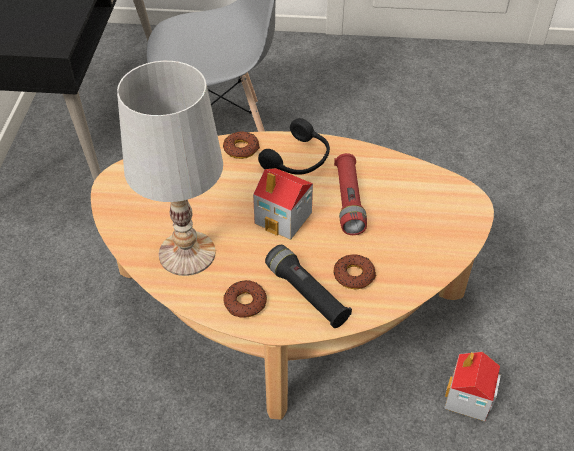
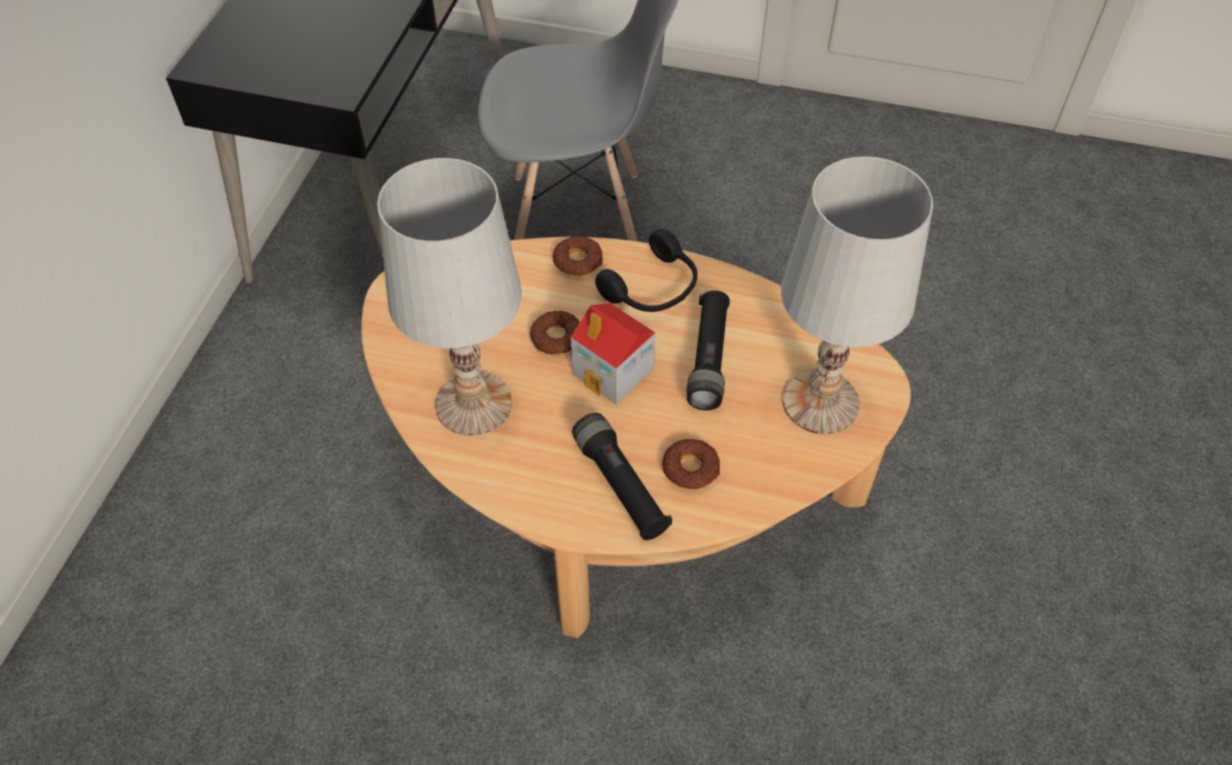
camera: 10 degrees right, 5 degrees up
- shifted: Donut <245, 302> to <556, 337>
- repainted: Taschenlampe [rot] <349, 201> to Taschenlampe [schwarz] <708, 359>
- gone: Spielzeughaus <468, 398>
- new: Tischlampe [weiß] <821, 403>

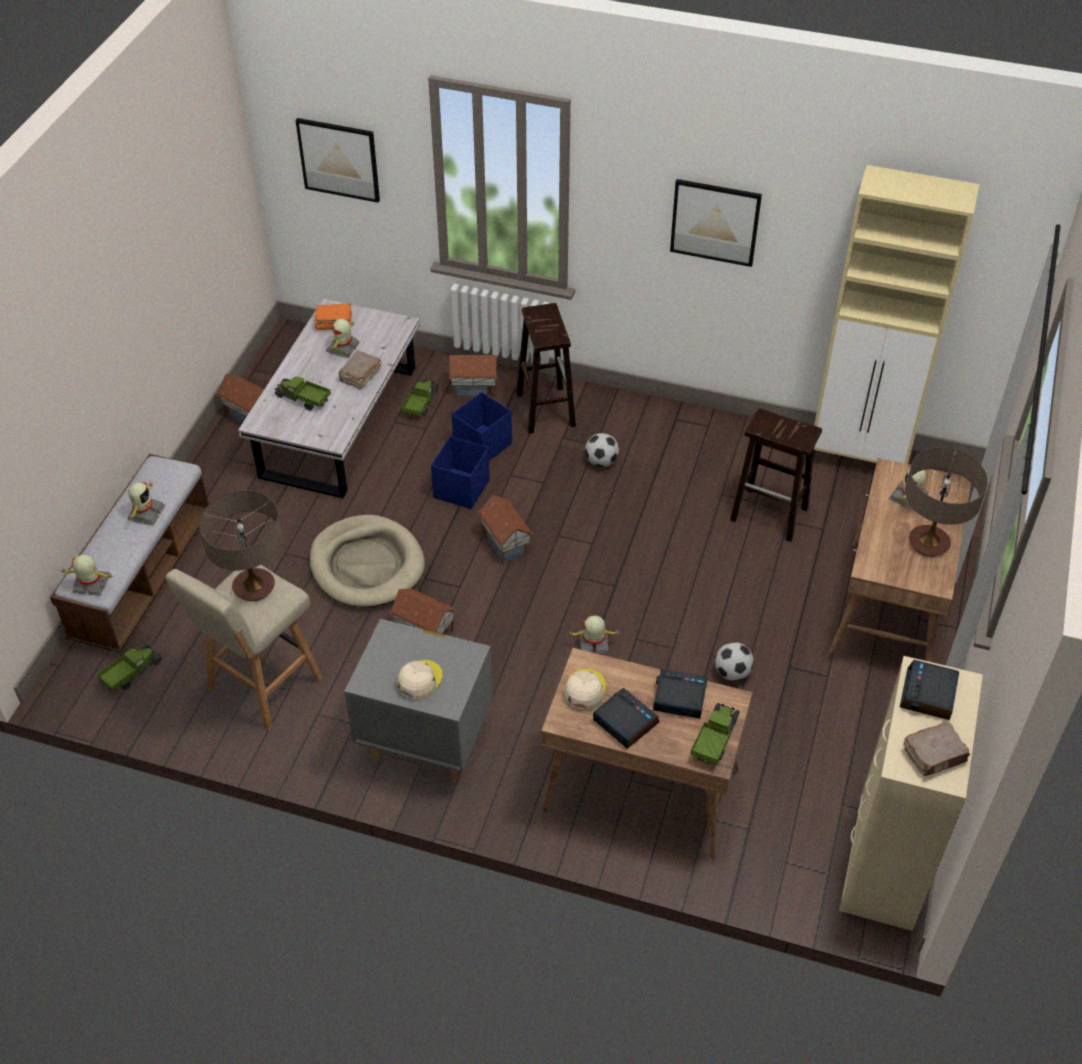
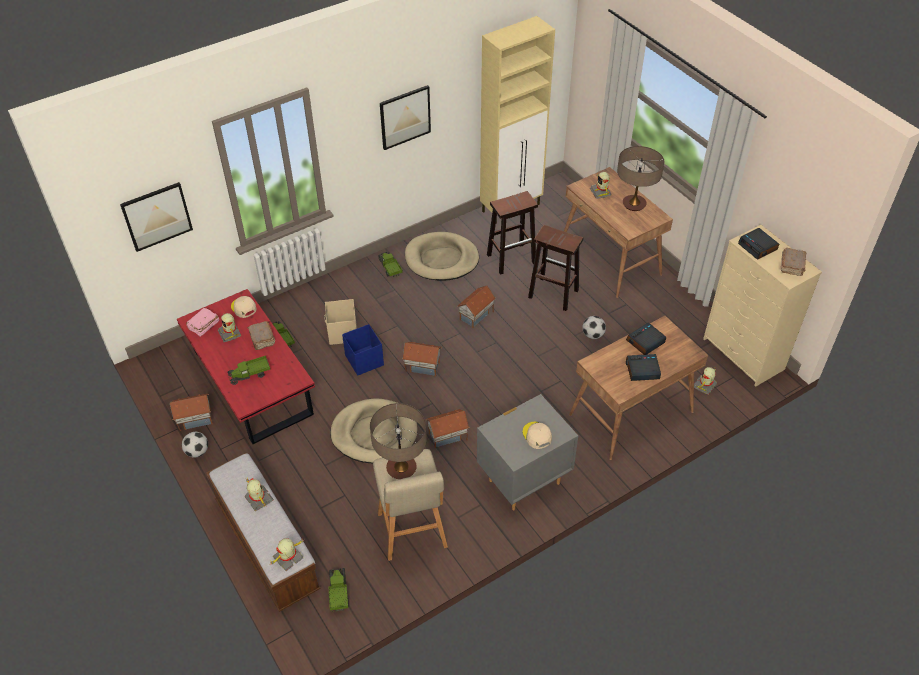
camera: 50 degrees left, 0 degrees up
- repainted: Couchtisch [weiß] <338, 423> to Couchtisch [rot] <252, 382>
- repainted: Buch [orange] <333, 323> to Buch [rosa] <203, 326>
- shifted: Spielzeughaus <474, 388> to <477, 316>
- repainted: Aufbewahrungsbox [blau] <482, 445> to Aufbewahrungsbox [beige] <342, 333>
- shifted: Hocker [braun] <545, 409> to <552, 294>
- shifted: Kappe [beige] <584, 691> to <243, 308>
- shifted: Spielzeugroboter <593, 643> to <704, 386>
- shifted: Fußball <601, 462> to <197, 452>
- shifted: Spielzeuglaster <714, 740> to <390, 268>
- new: Hundebett [beige] <441, 259>

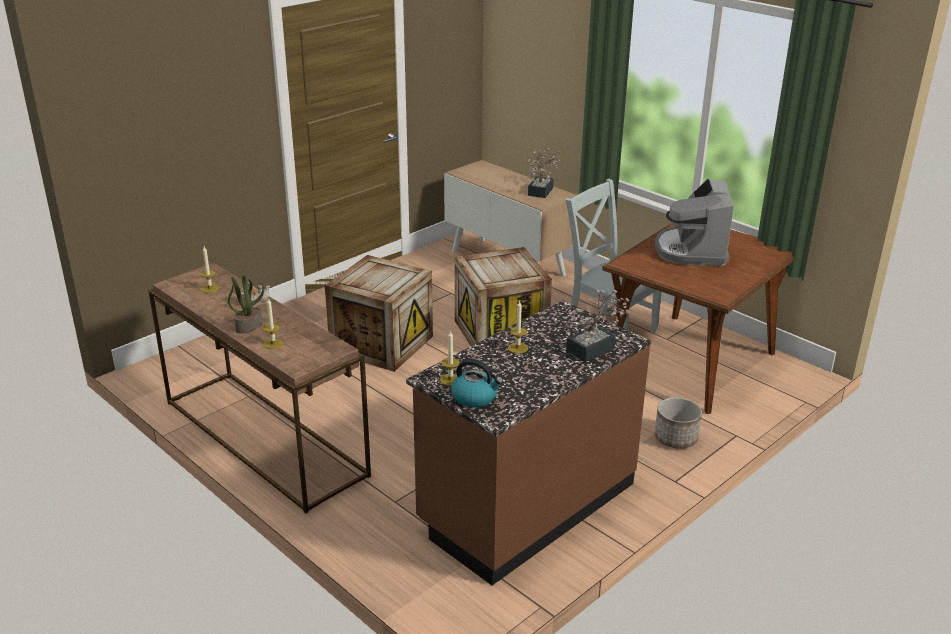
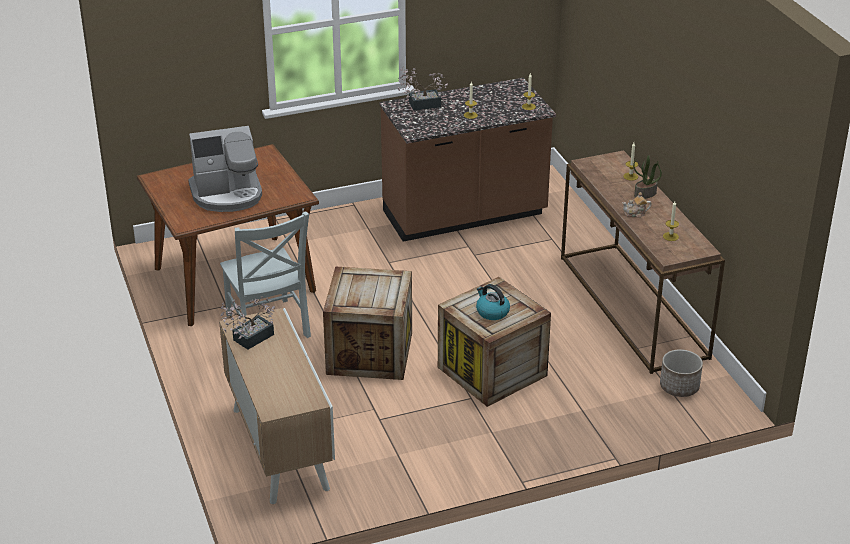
camera: 155 degrees left, 5 degrees up
- shifted: Wasserkessel <475, 397> to <492, 312>
- rotated: Kaffeemaschine <691, 251> = <227, 194> 45 degrees clockwise
- shifted: Pflanzkübel <675, 438> to <679, 387>

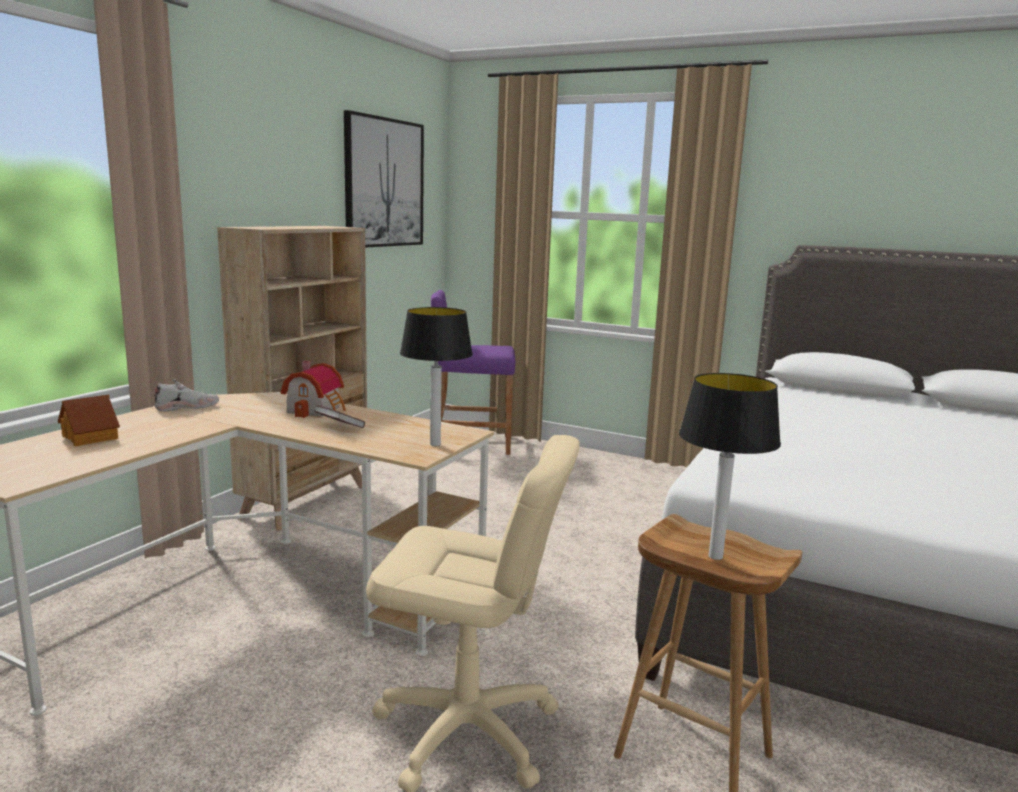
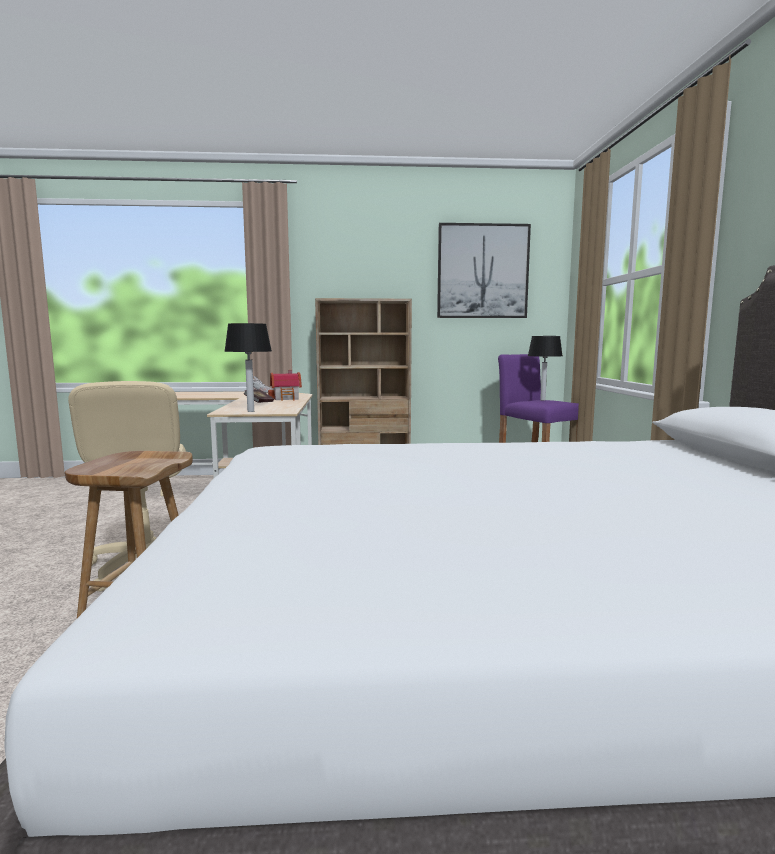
camera: 60 degrees right, 5 degrees down
- gone: Spielzeughaus <91, 437>
- shifted: Tischlampe <714, 556> to <542, 400>

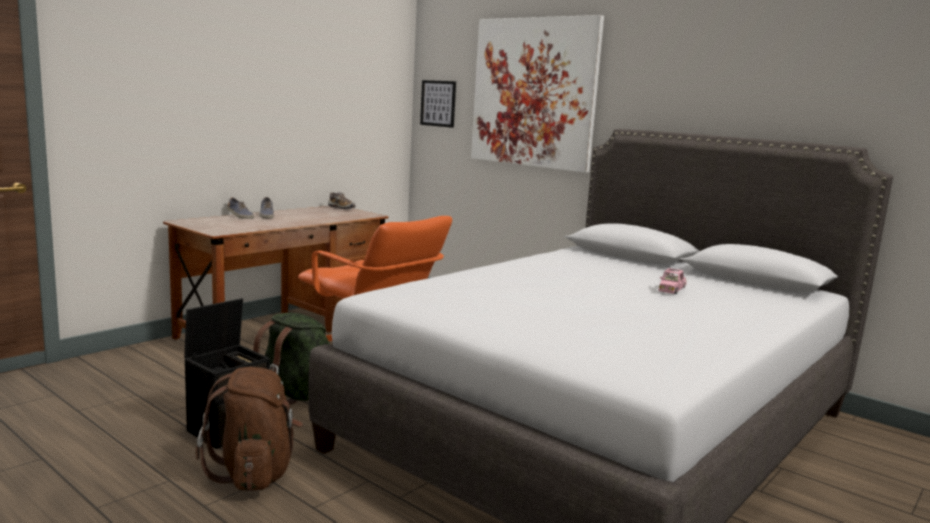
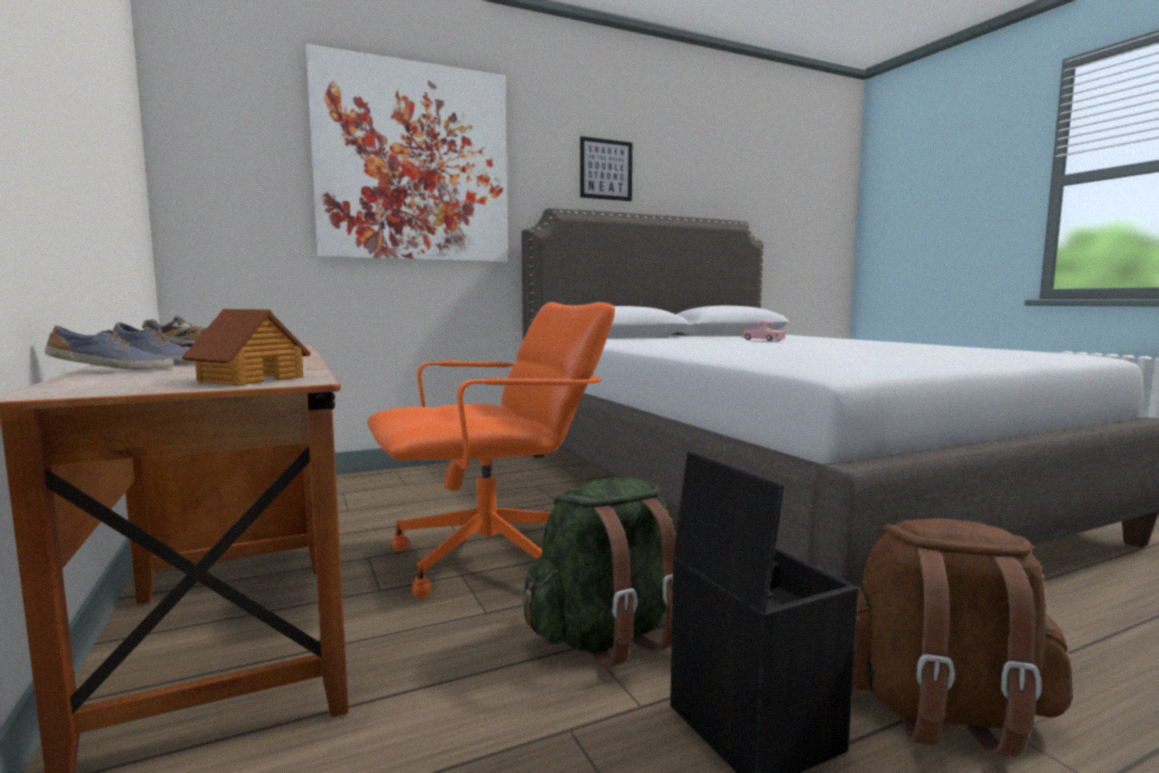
camera: 65 degrees left, 5 degrees down
- shifted: Bild <438, 103> to <606, 169>
- new: Spielzeughaus <250, 379>

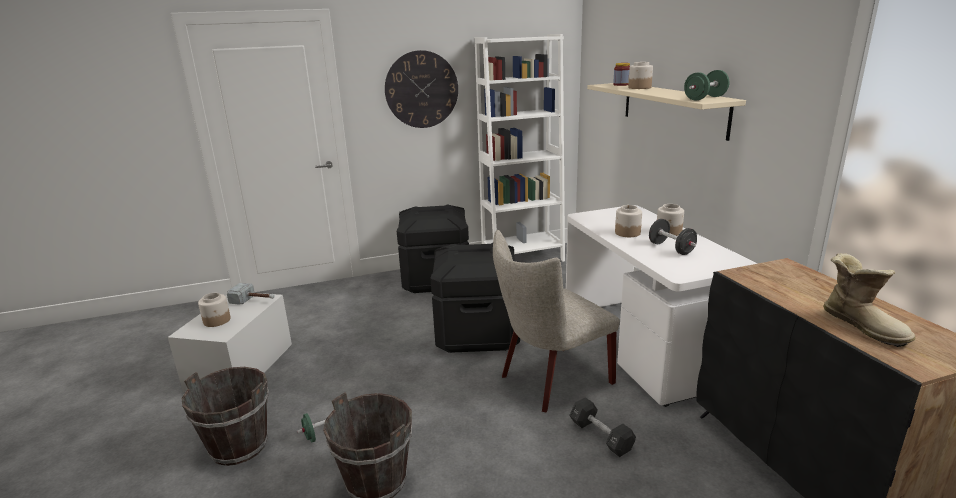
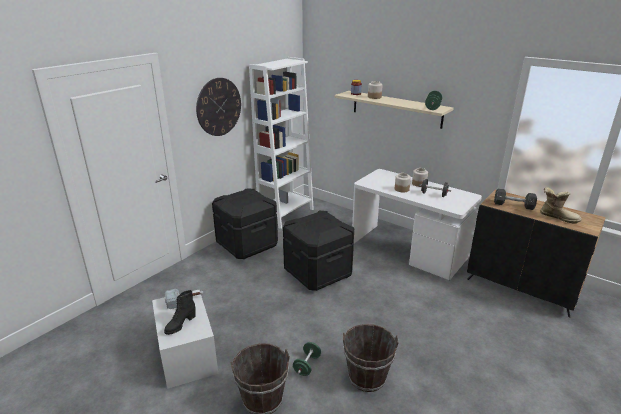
camera: 35 degrees left, 5 degrees up
- swapped: Vorratsglas <217, 321> to Stiefel [schwarz] <180, 324>
- gone: Stuhl [beige] <550, 381>
- shifted: Hantel [schwarz] <601, 436> to <513, 205>

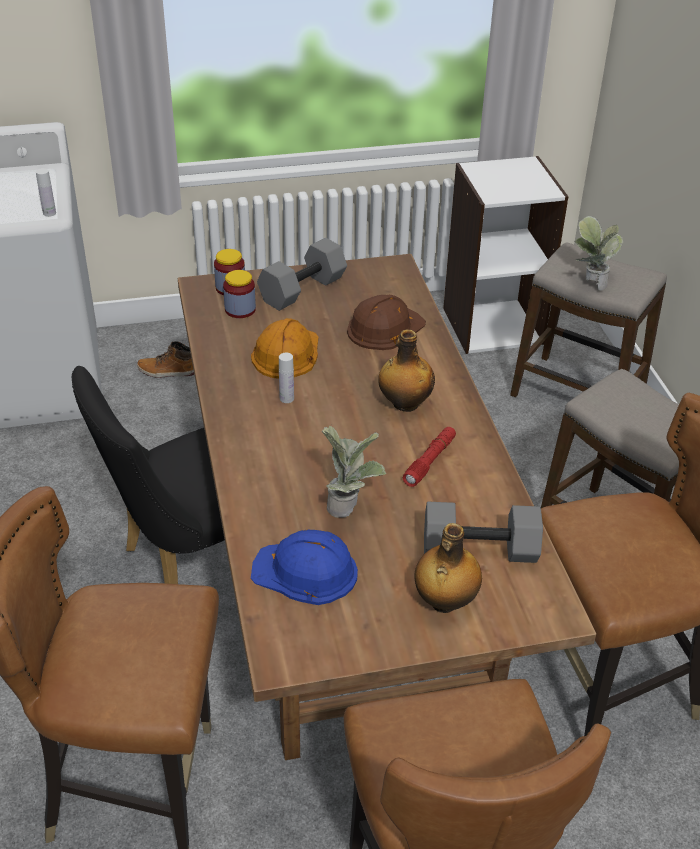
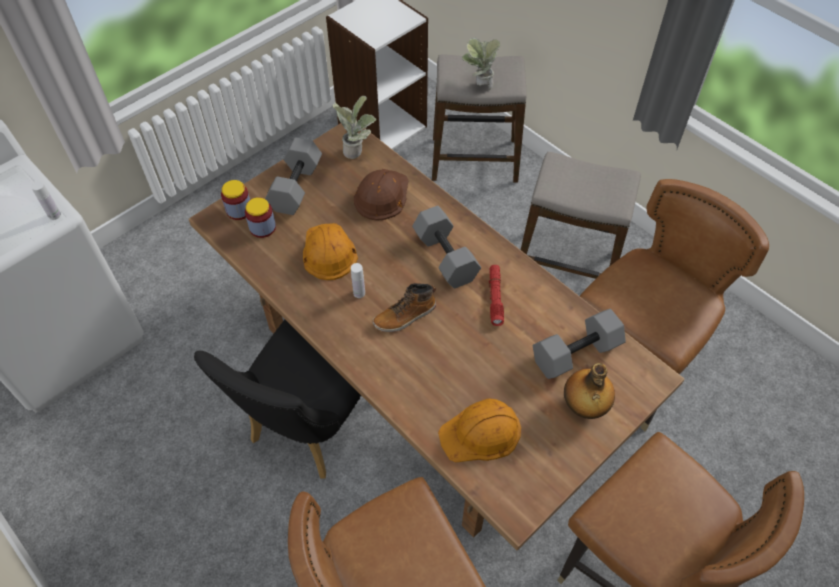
camera: 30 degrees left, 15 degrees up
- shifted: Stiefel <167, 371> to <405, 316>
- repainted: Schutzhelm [blau] <306, 572> to Schutzhelm [orange] <481, 433>
- shifted: Topfpflanze <349, 507> to <356, 150>
- swapped: Flasche <404, 404> to Hantel [grau] <444, 257>

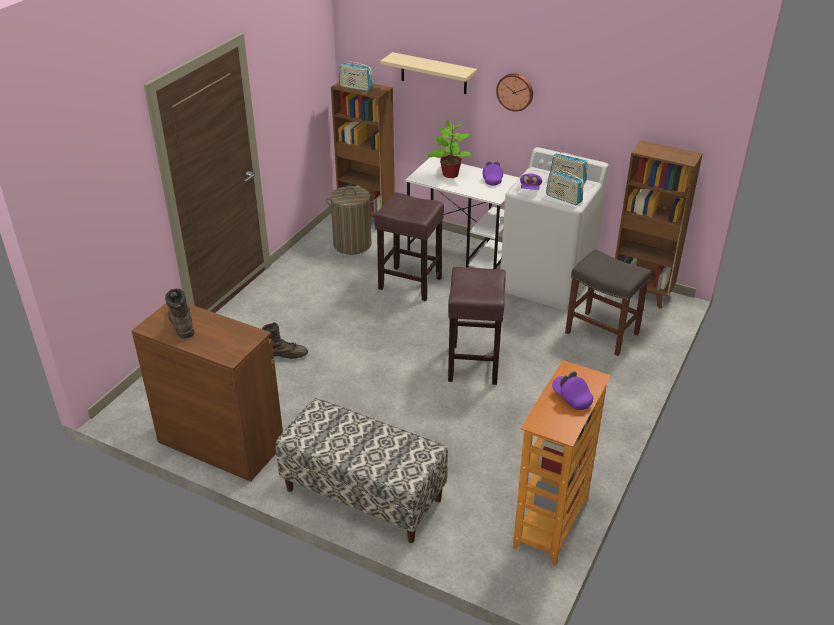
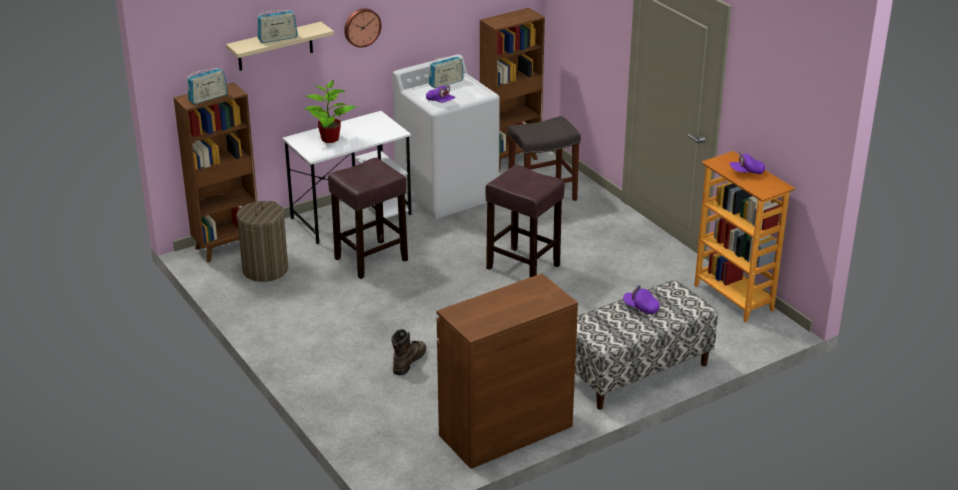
camera: 60 degrees left, 5 degrees down
- gone: Stiefel [braun] <181, 322>
- shifted: Kappe [lila] <492, 179> to <641, 307>
- shifted: Radio <563, 198> to <277, 38>

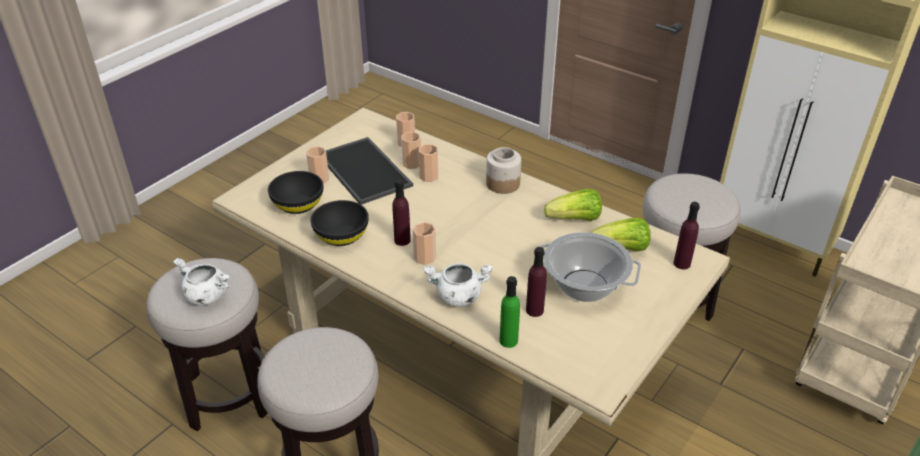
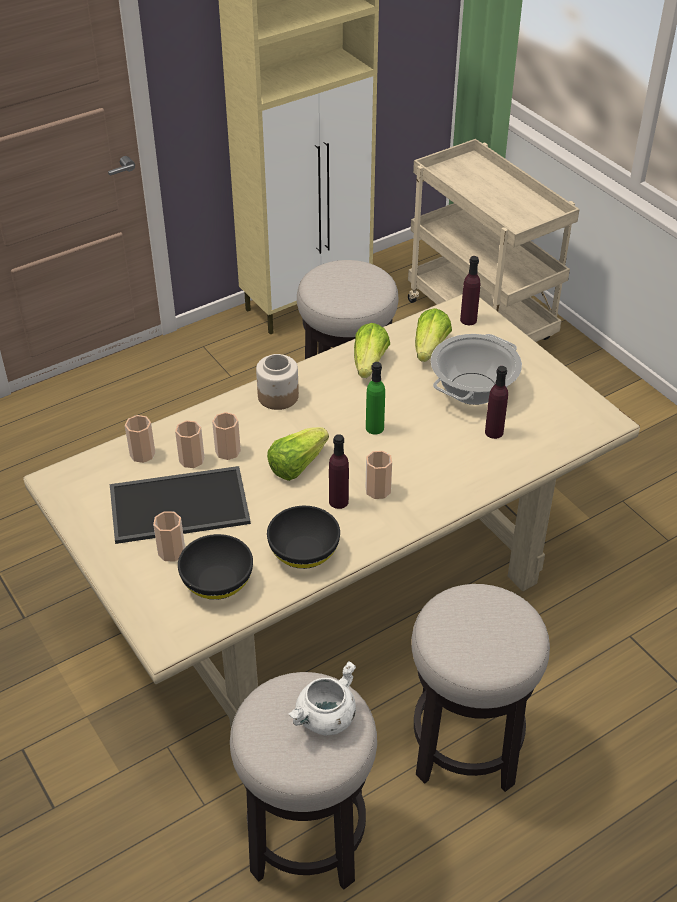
camera: 70 degrees left, 5 degrees up
- gone: Kochtopf [weiß] <458, 297>
- shifted: Flasche [grün] <508, 340> to <374, 428>
- new: Salatkopf <297, 465>

